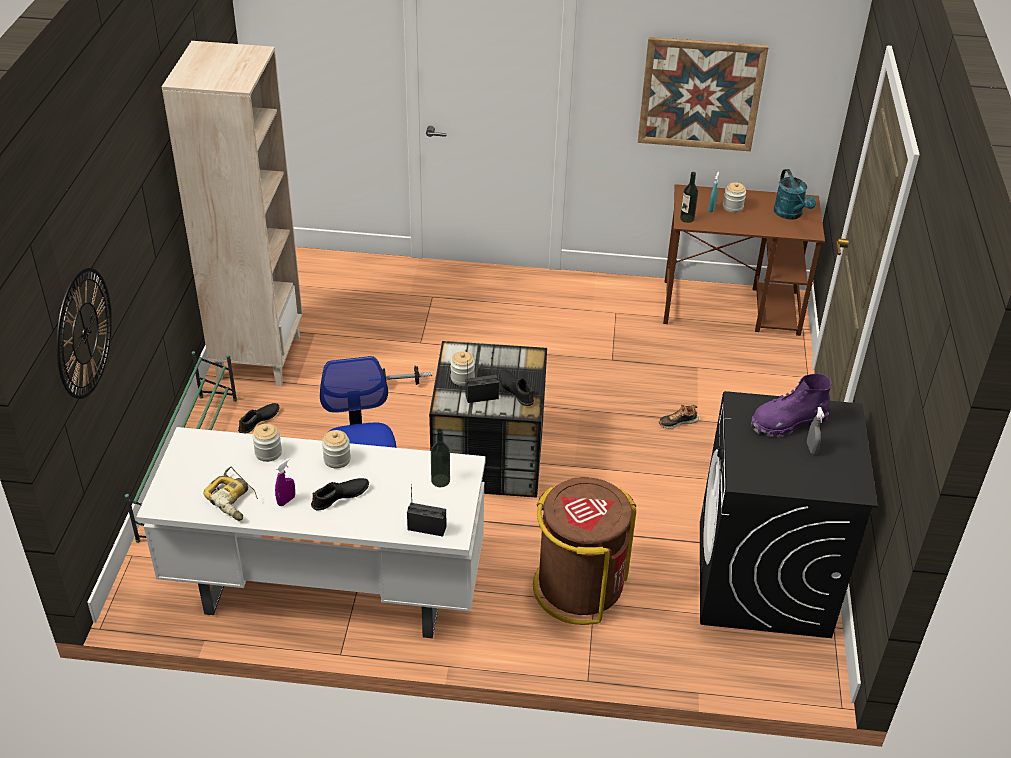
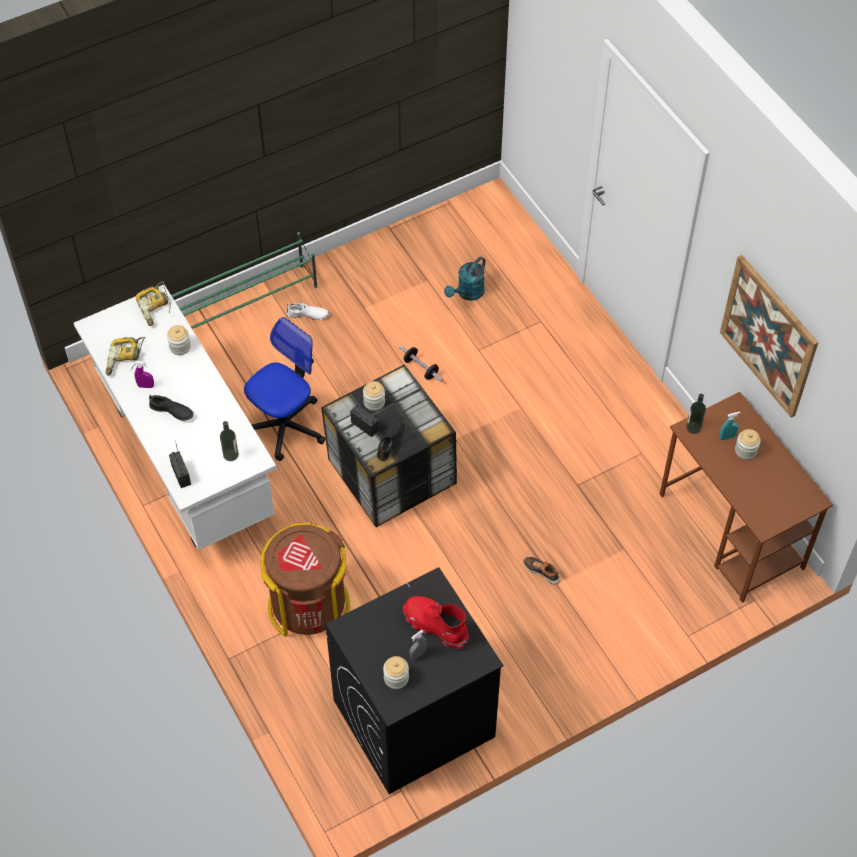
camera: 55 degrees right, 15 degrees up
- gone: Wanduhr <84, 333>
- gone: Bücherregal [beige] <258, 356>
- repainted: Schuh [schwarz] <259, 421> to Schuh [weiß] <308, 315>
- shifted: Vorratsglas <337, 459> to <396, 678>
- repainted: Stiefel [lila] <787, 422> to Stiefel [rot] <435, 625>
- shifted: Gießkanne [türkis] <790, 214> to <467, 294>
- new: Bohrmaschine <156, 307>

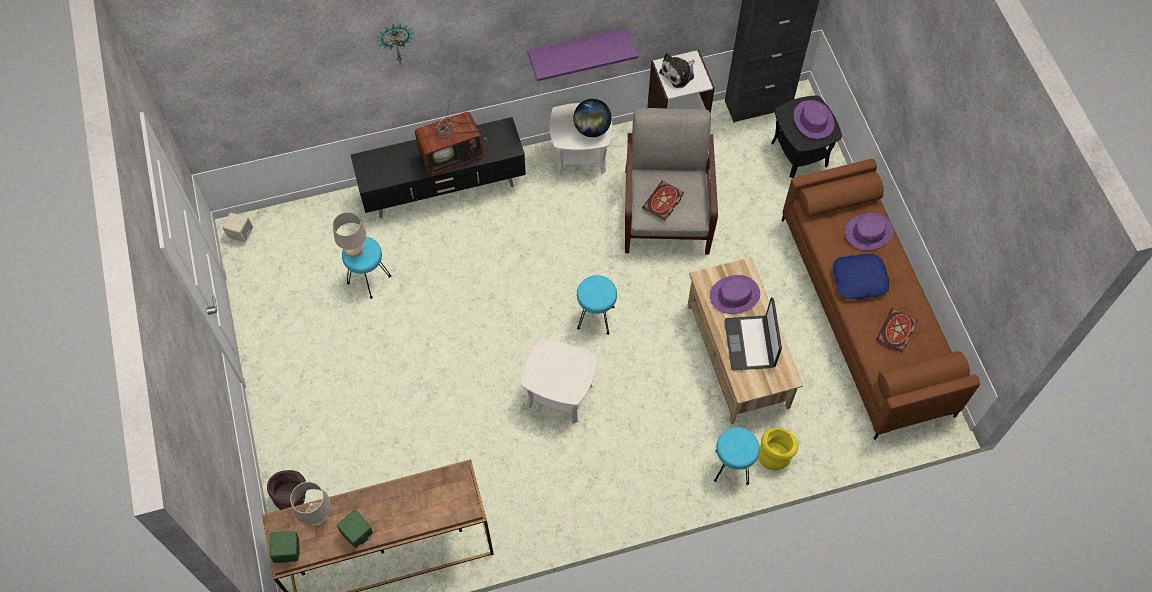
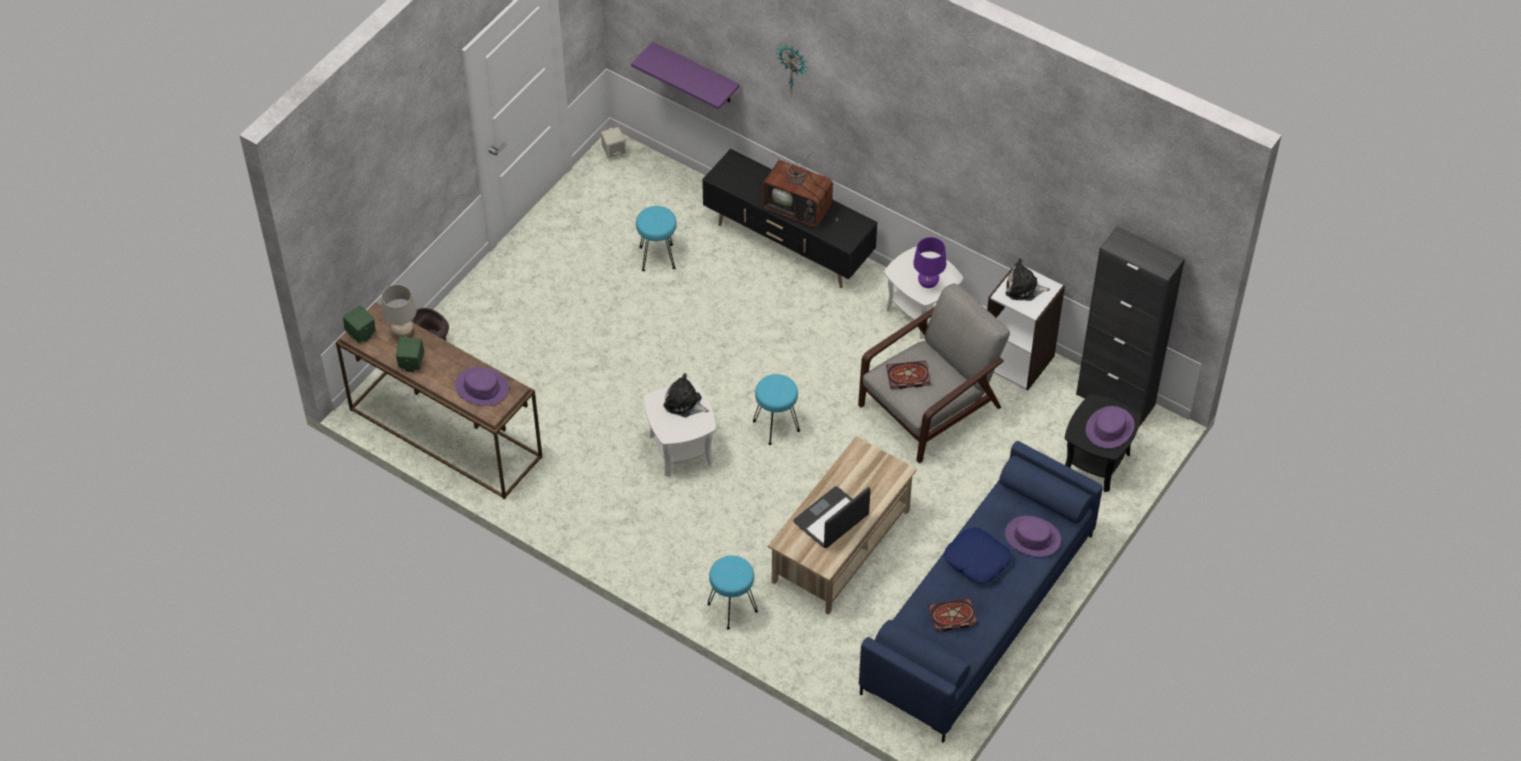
camera: 50 degrees right, 10 degrees down
- gone: Tischlampe [beige] <355, 251>
- shifted: Wandregal [lila] <577, 49> to <696, 74>
- swapped: Globus <592, 129> to Tischlampe [lila] <928, 283>
- shifted: Hut [lila] <734, 295> to <482, 387>
- gone: Vase [gelb] <774, 454>
- repainted: Sofa [braun] <866, 315> to Sofa [blau] <978, 614>
- new: Plüschtier <684, 403>

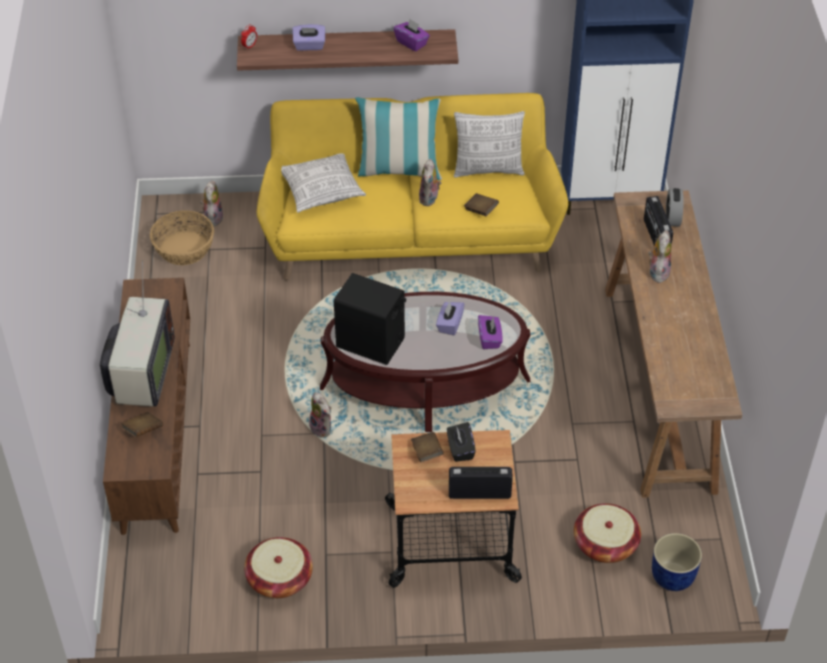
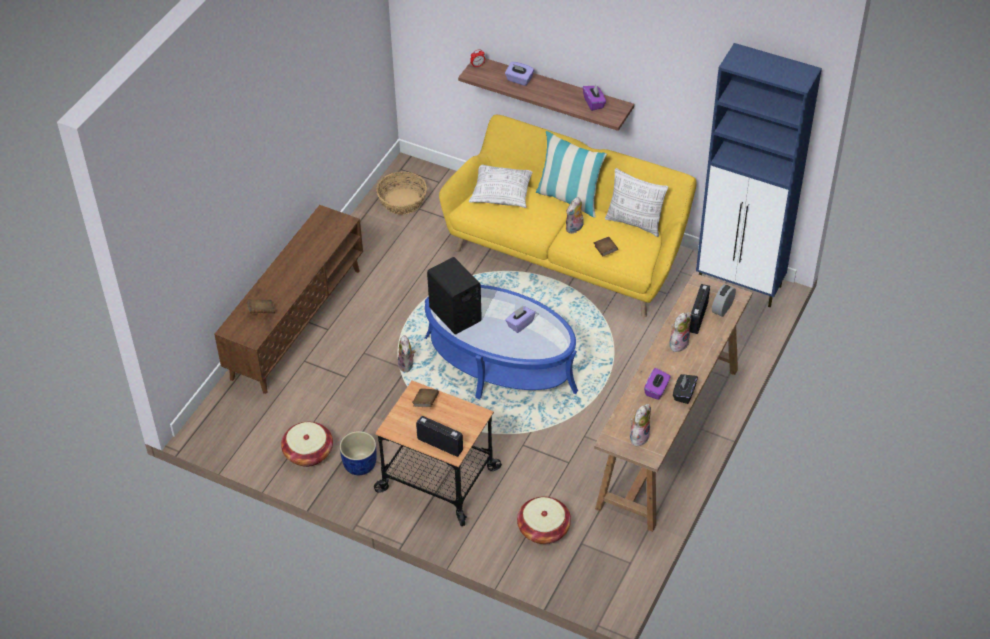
camera: 30 degrees right, 0 degrees up
- gone: Fernseher <141, 375>
- shifted: Plüschtier <212, 217> to <638, 436>
- repainted: Couchtisch [braun] <425, 384> to Couchtisch [blau] <500, 364>
- shifted: Taschentuchbox [schwarz] <460, 449> to <684, 394>
- shifted: Taschentuchbox [lila] <489, 339> to <656, 390>
- shifted: Pflanzkübel [blau] <673, 577> to <359, 465>

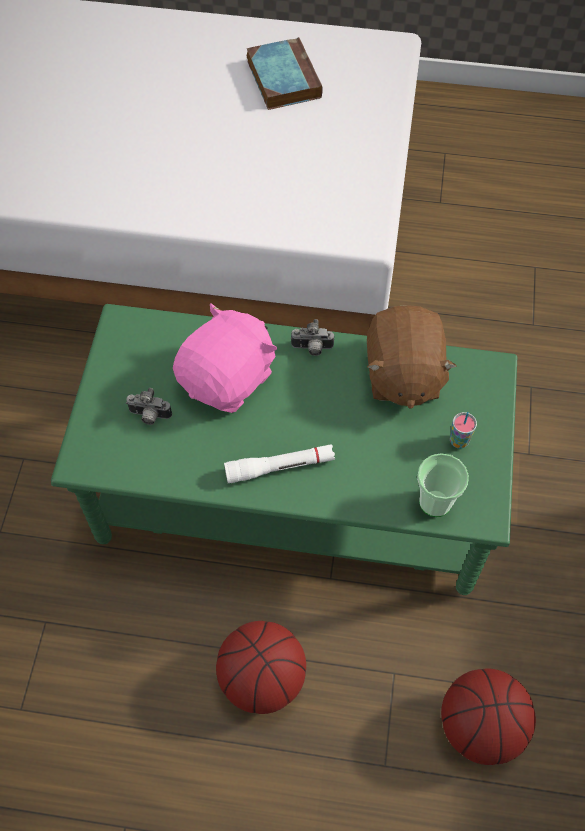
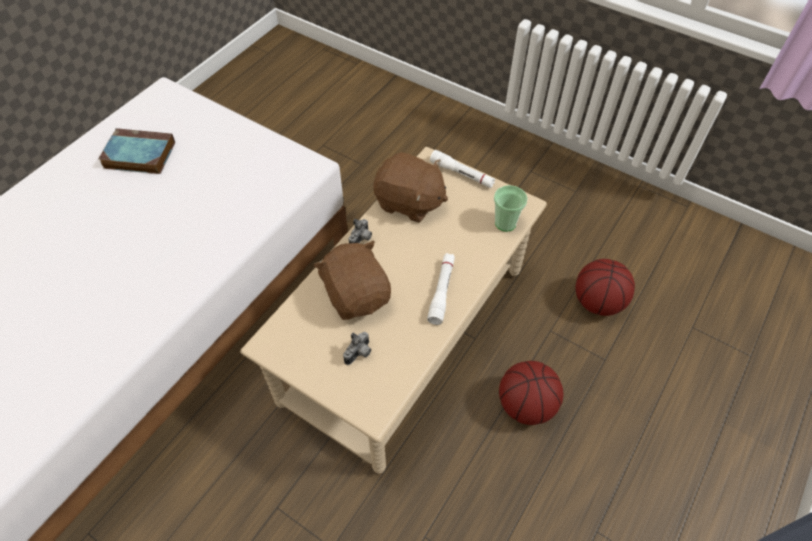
camera: 65 degrees left, 5 degrees down
- repainted: Couchtisch [grün] <293, 494> to Couchtisch [beige] <406, 334>
- repainted: Plüschtier [rosa] <228, 379> to Plüschtier [braun] <357, 295>
- gone: Tasse <459, 441>
- new: Taschenlampe [weiß] <462, 174>

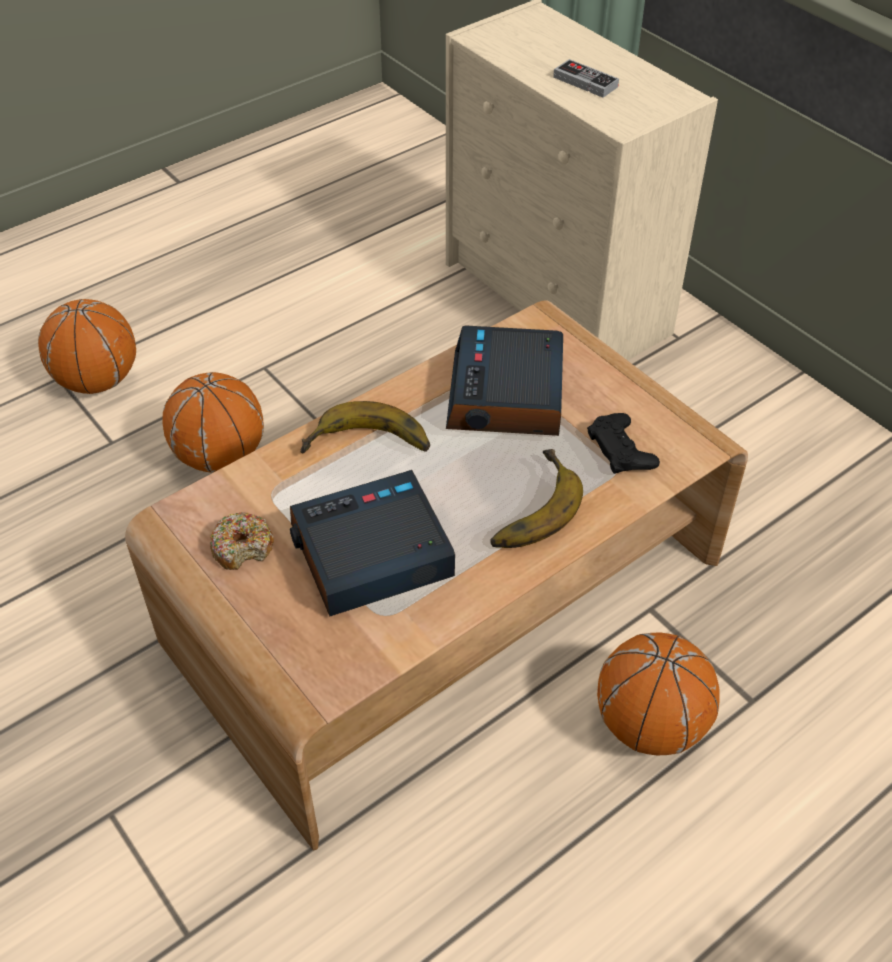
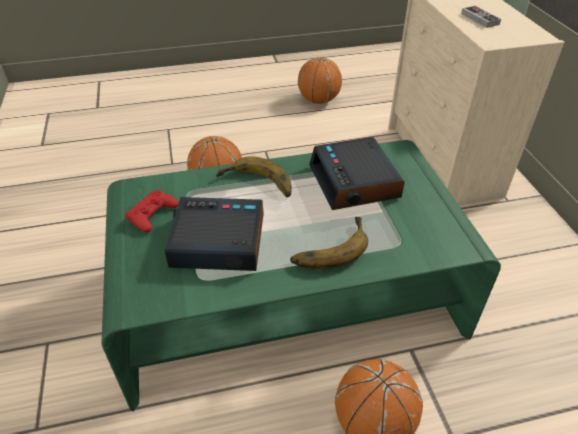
camera: 25 degrees right, 5 degrees down
- shifted: Basketball <98, 381> to <319, 100>
- repainted: Couchtisch [braun] <445, 601> to Couchtisch [grün] <288, 298>
- swapped: Donut <243, 547> to Gamepad [rot] <152, 214>
- rotated: Wecker <507, 395> = <355, 182> 45 degrees counterclockwise
- gone: Gamepad [schwarz] <621, 450>

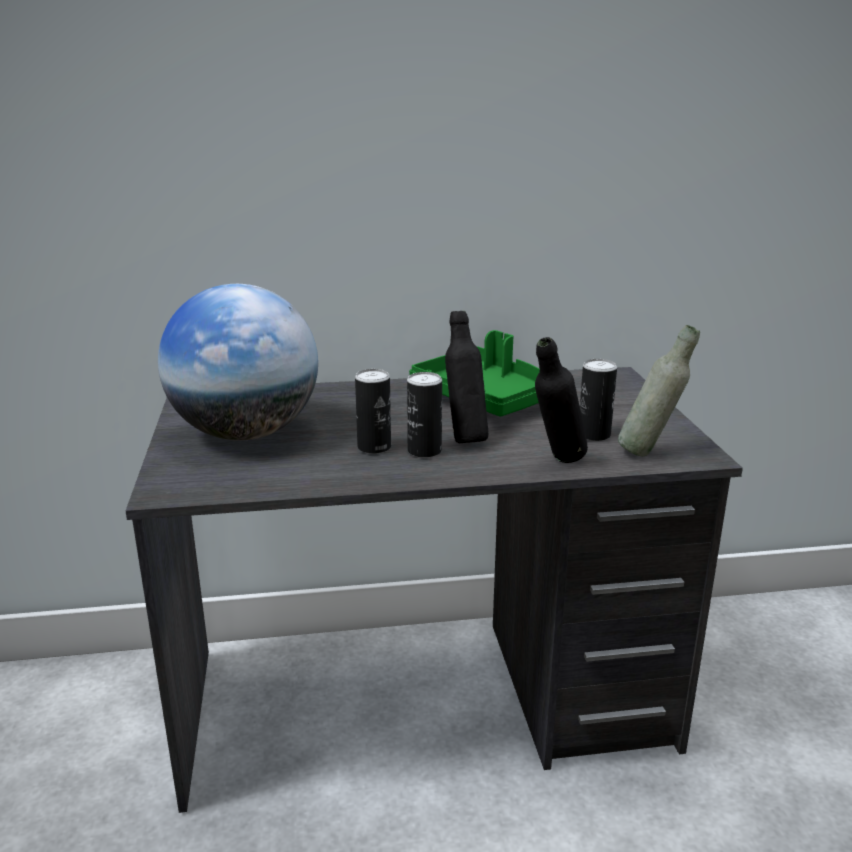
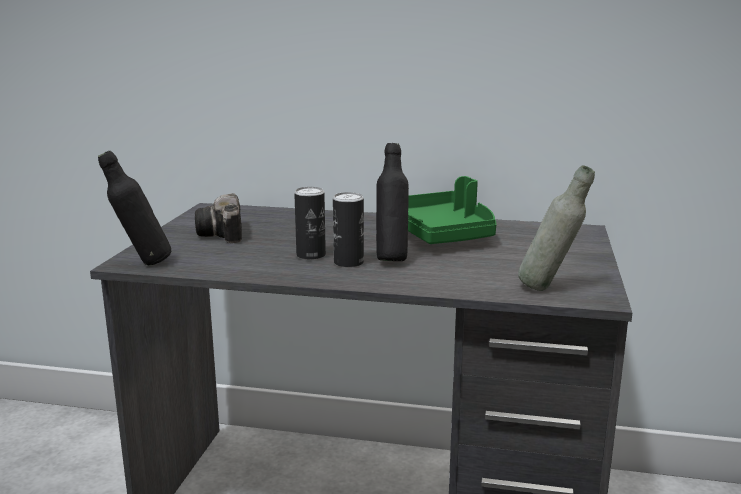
camera: 20 degrees right, 5 degrees down
- swapped: Globus <246, 433> to Kamera <224, 235>
- shifted: Flasche [schwarz] <557, 463> to <142, 265>
- gone: Dose <594, 435>

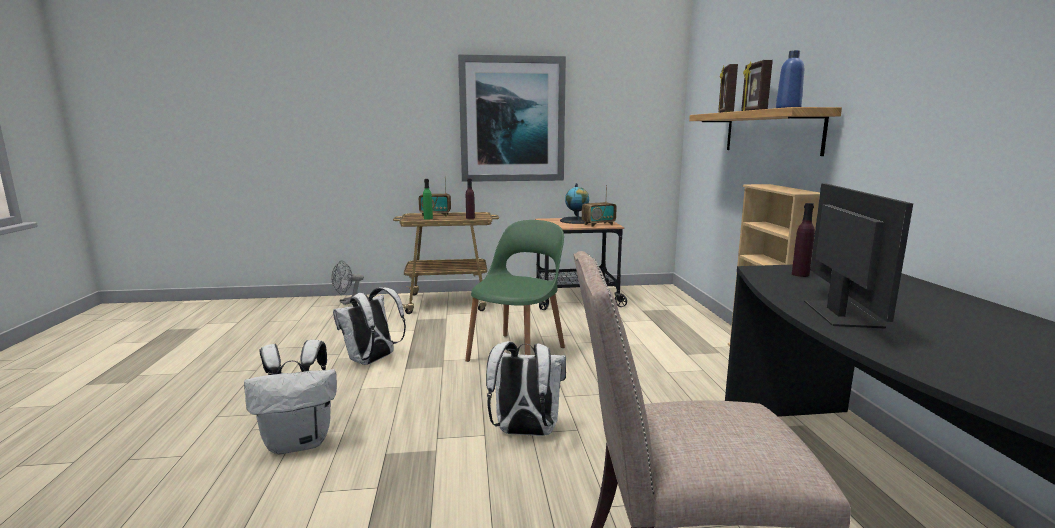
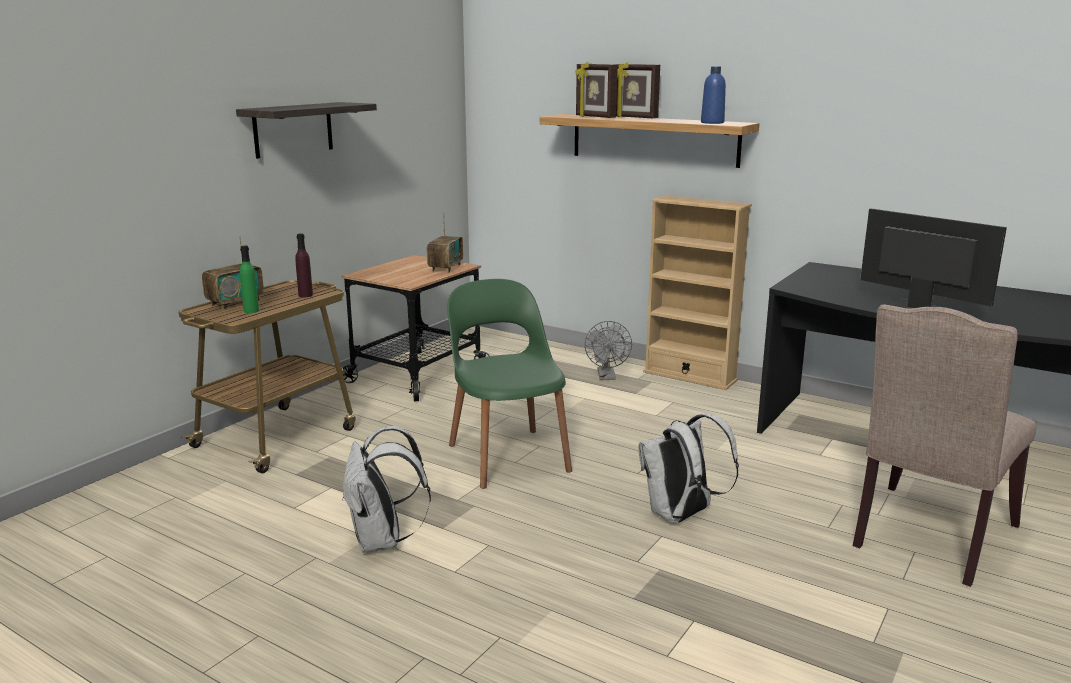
camera: 50 degrees left, 5 degrees up
- gone: Rucksack [weiß] <300, 442>
- shifted: Ventilator [grau] <348, 302> to <607, 377>
- swapped: Bild <512, 120> to Wandregal <293, 129>
- gone: Globus <576, 221>
- gone: Flasche [lila] <800, 274>

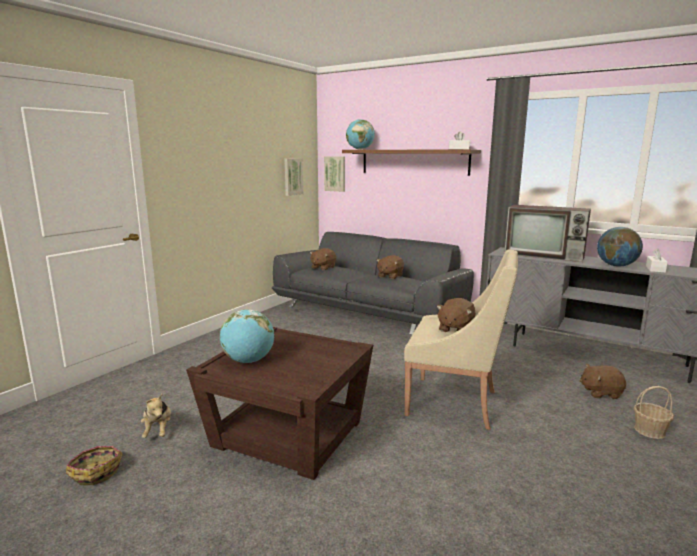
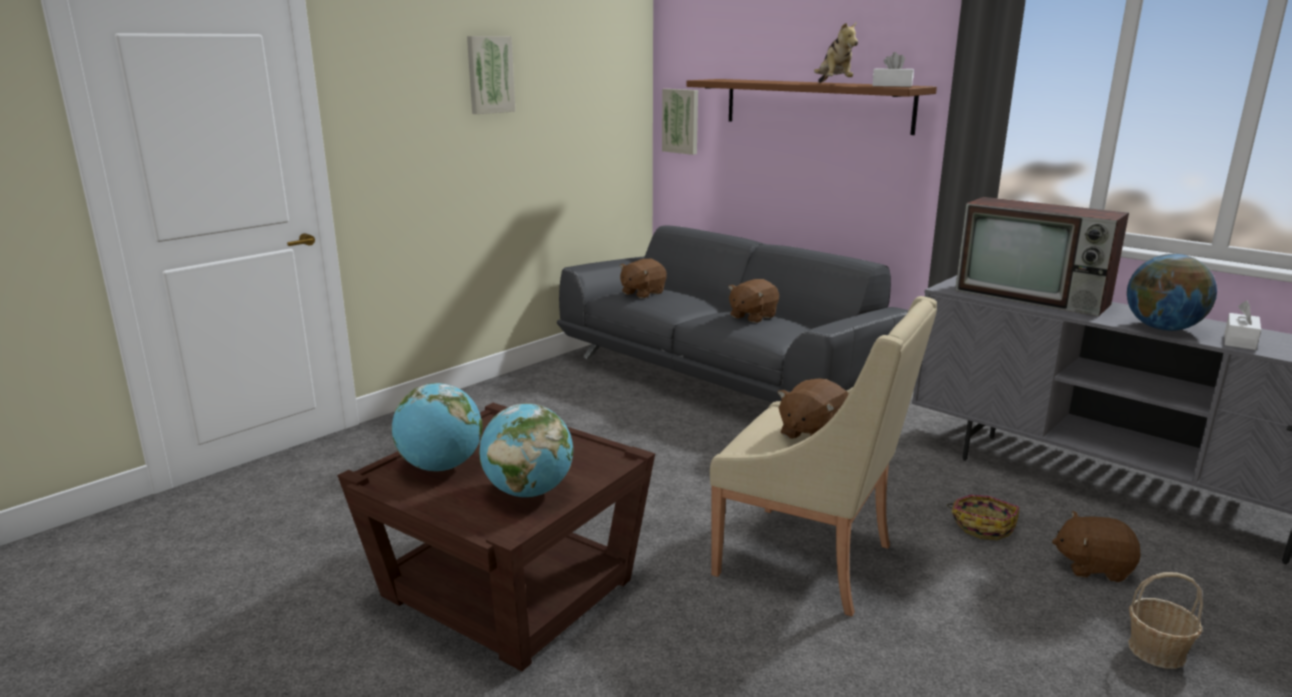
camera: 10 degrees right, 5 degrees up
- shifted: Korb <96, 472> to <982, 525>
- shifted: Plüschtier <158, 430> to <833, 84>
- shifted: Bild <292, 176> to <489, 74>
- shifted: Globus <360, 149> to <528, 492>

